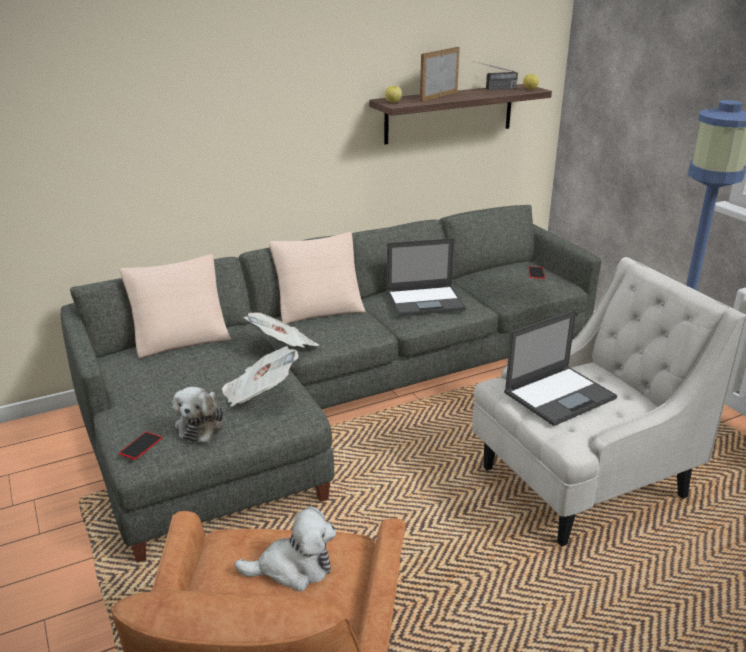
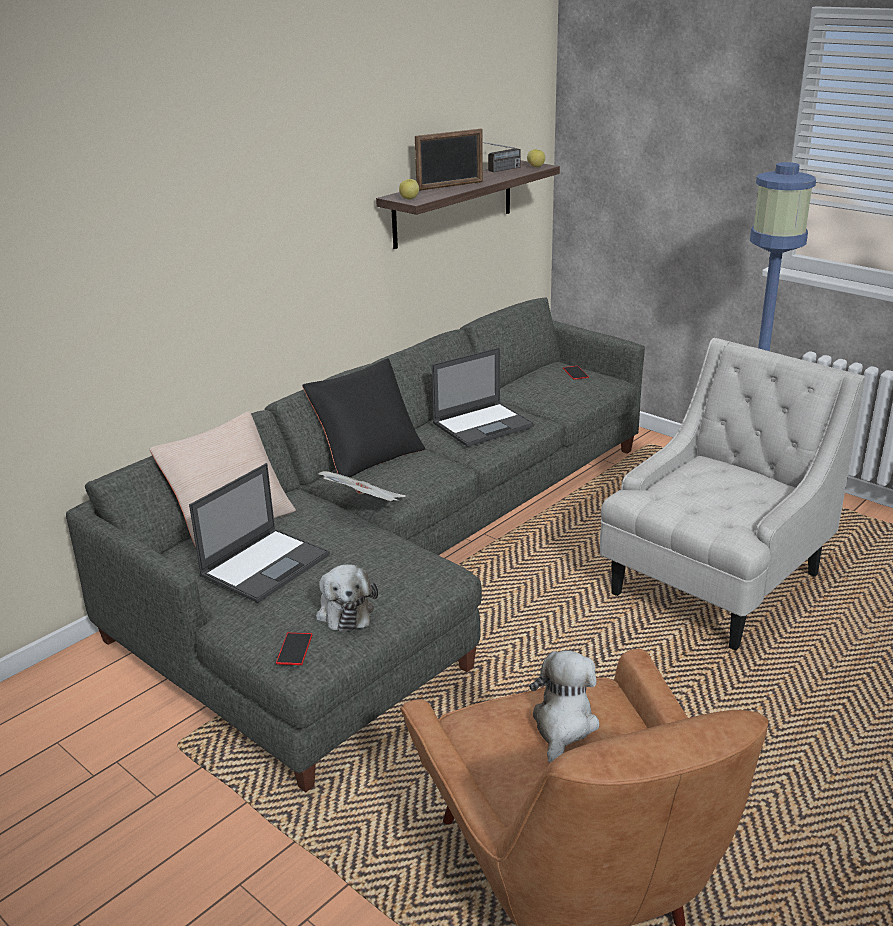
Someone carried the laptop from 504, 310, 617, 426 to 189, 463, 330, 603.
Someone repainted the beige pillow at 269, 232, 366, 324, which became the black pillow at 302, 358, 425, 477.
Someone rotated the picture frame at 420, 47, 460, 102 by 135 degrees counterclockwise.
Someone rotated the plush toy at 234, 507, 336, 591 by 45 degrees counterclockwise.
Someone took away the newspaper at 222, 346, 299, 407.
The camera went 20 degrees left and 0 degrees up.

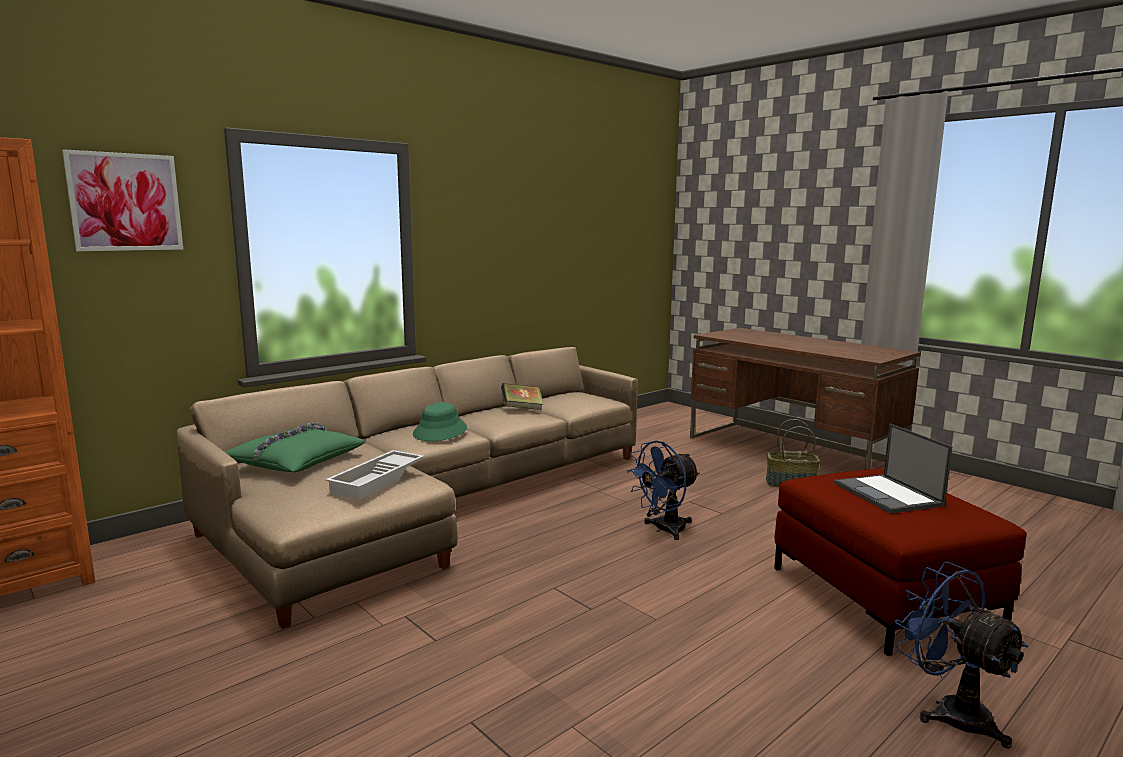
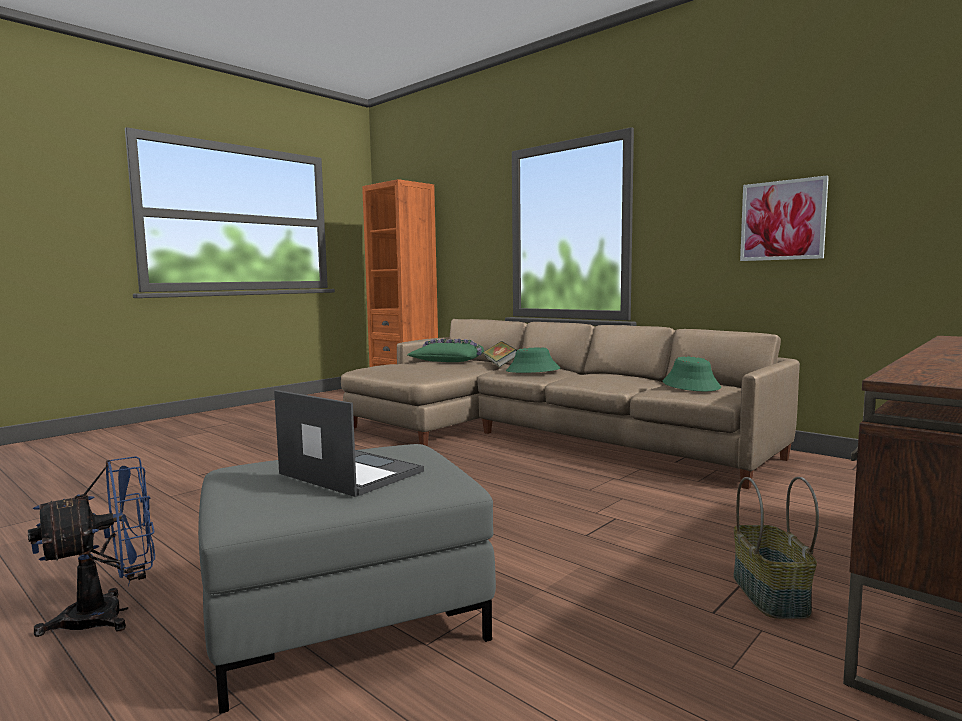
Someone repainted the red ottoman at 774, 468, 1027, 656, which became the grey ottoman at 198, 444, 496, 714.
Someone rotated the laptop at 834, 424, 953, 514 by 60 degrees clockwise.
Someone carried the book from 501, 383, 544, 410 to 483, 341, 517, 368.
Someone put down the green hat at 663, 357, 721, 391.
Someone carried the picture from 62, 149, 183, 251 to 740, 175, 829, 261.
Someone took away the white tray at 325, 450, 424, 499.
Someone took away the blue fan at 626, 441, 700, 540.
The camera went 85 degrees right and 5 degrees down.

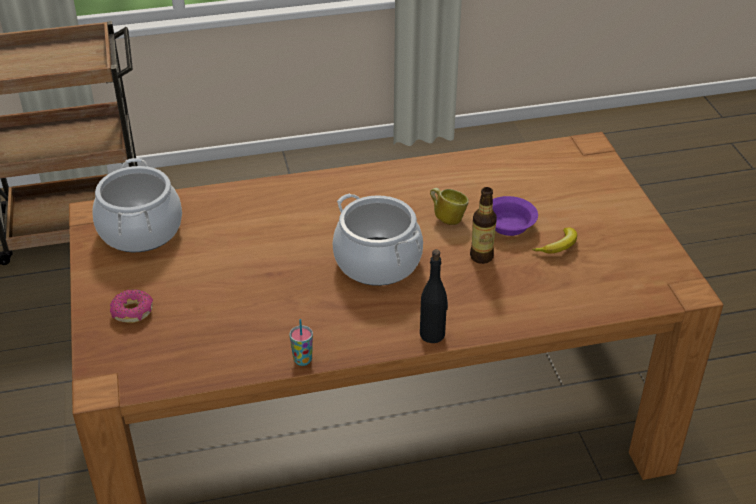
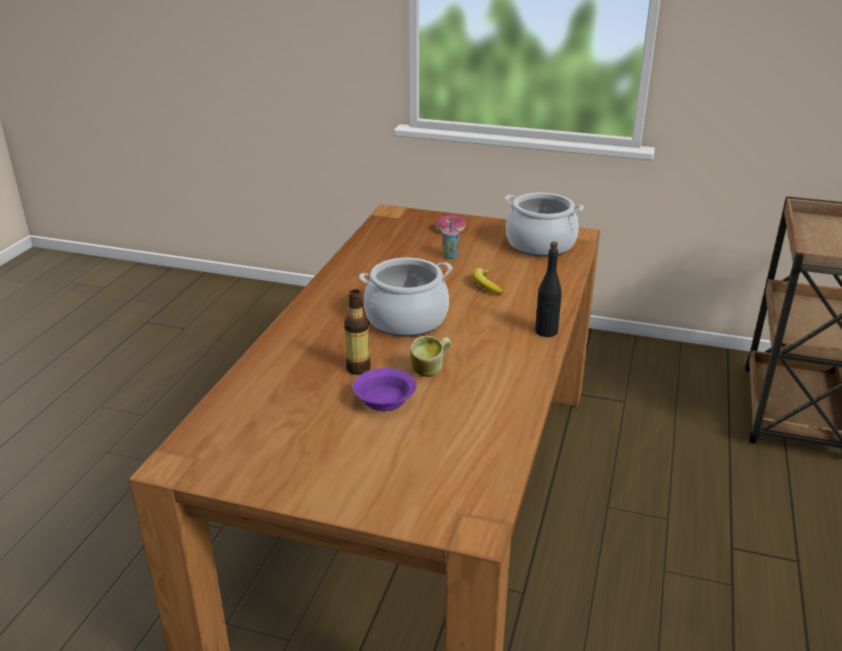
Someone carried the cup from 290, 319, 313, 366 to 442, 218, 459, 259.
Someone carried the banana from 532, 227, 577, 254 to 472, 268, 503, 294.
Someone carried the black bottle from 420, 249, 448, 343 to 535, 242, 562, 337.
The camera went 120 degrees right and 10 degrees down.

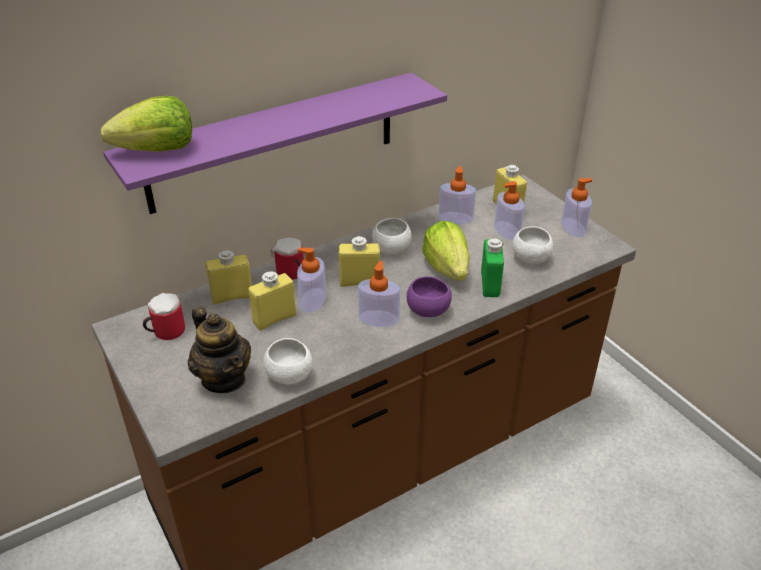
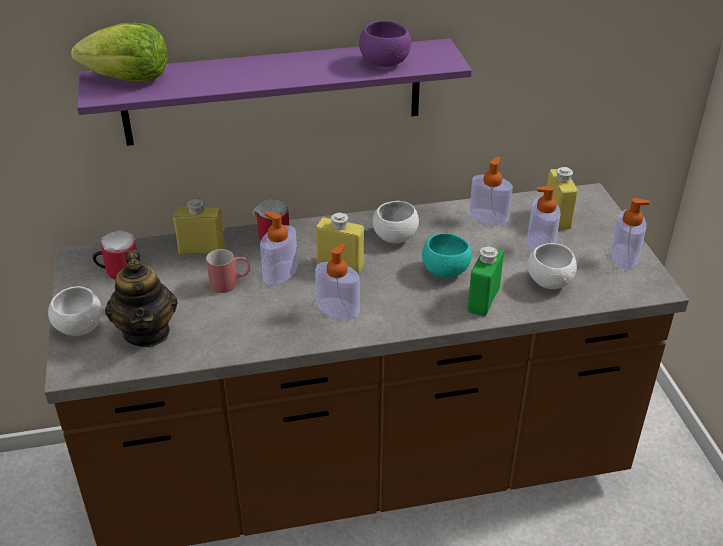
Someone carried the white bowl from 263, 338, 313, 385 to 48, 286, 102, 336.
Someone swapped the yellow bottle at 248, 272, 296, 330 for the red mug at 206, 249, 250, 293.
Someone carried the purple bowl from 406, 276, 452, 317 to 359, 21, 411, 67.
Someone swapped the lettuce at 422, 221, 470, 281 for the turquoise bowl at 422, 233, 472, 277.
The camera went 20 degrees right and 0 degrees up.

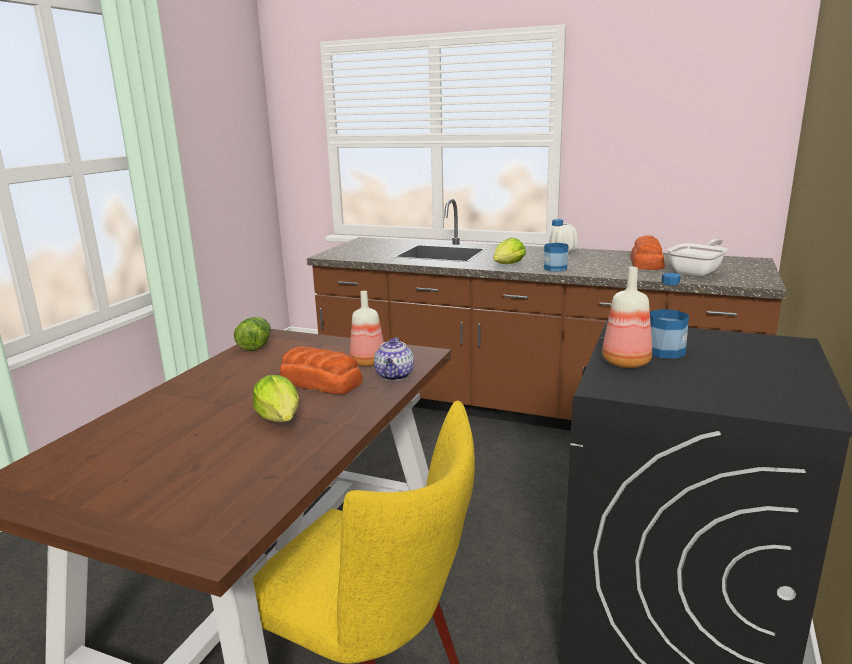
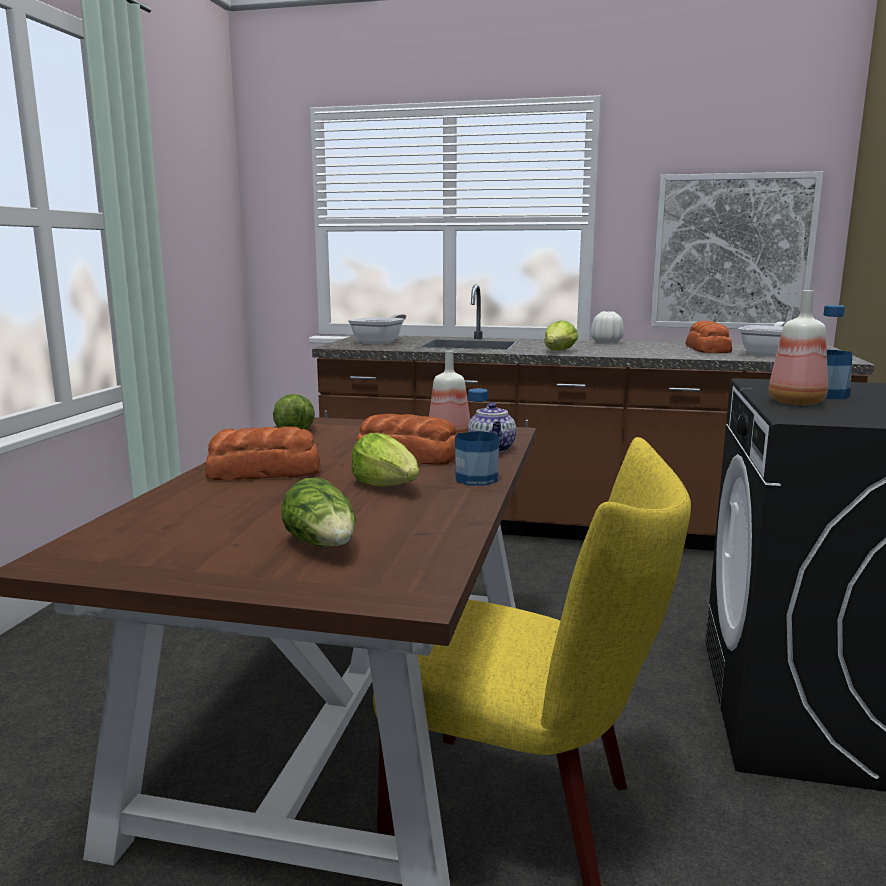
Someone put down the bread at 205, 427, 320, 480.
Someone put down the lettuce at 282, 477, 356, 547.
Someone put down the frying pan at 348, 314, 406, 345.
Someone carried the bottle from 544, 219, 569, 271 to 455, 388, 499, 486.
Someone put up the picture at 650, 171, 824, 329.
The camera went 10 degrees left and 5 degrees down.

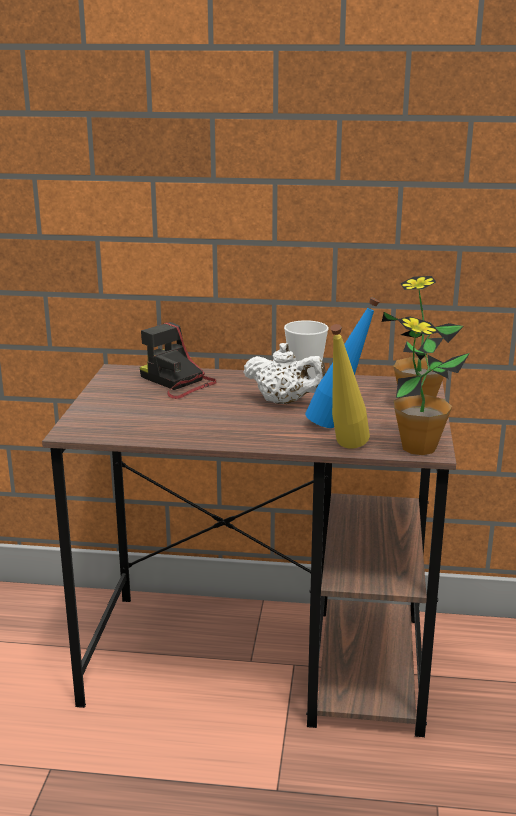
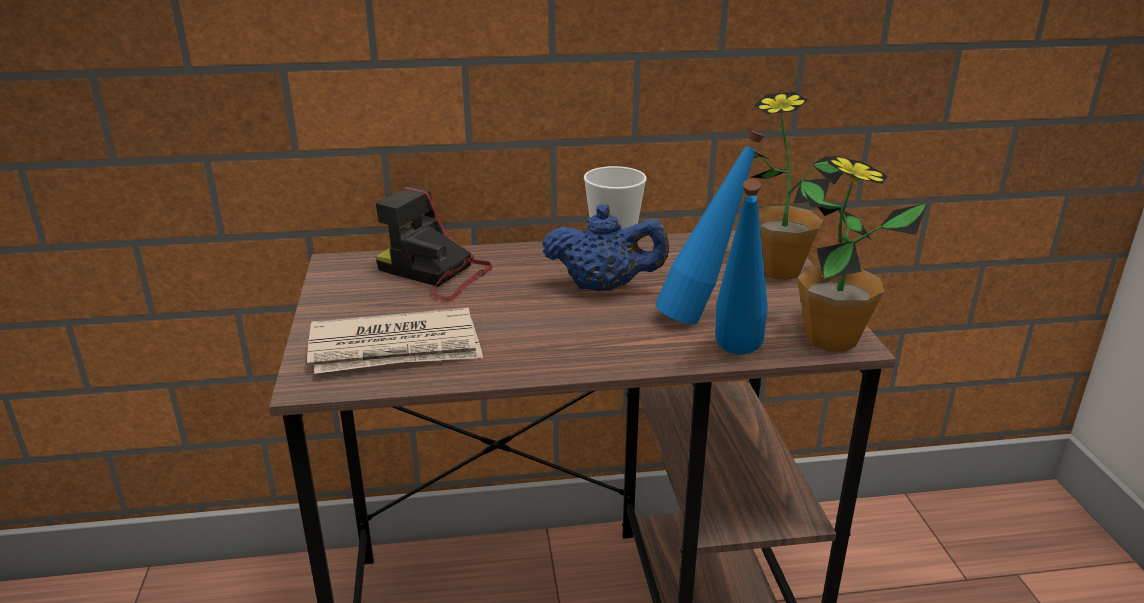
Someone put down the newspaper at 307, 307, 483, 374.
Someone repainted the white teapot at 244, 343, 326, 404, which became the blue teapot at 542, 205, 669, 292.
Someone repainted the yellow bottle at 330, 324, 370, 449, which became the blue bottle at 715, 179, 768, 354.
The camera went 15 degrees left and 5 degrees up.

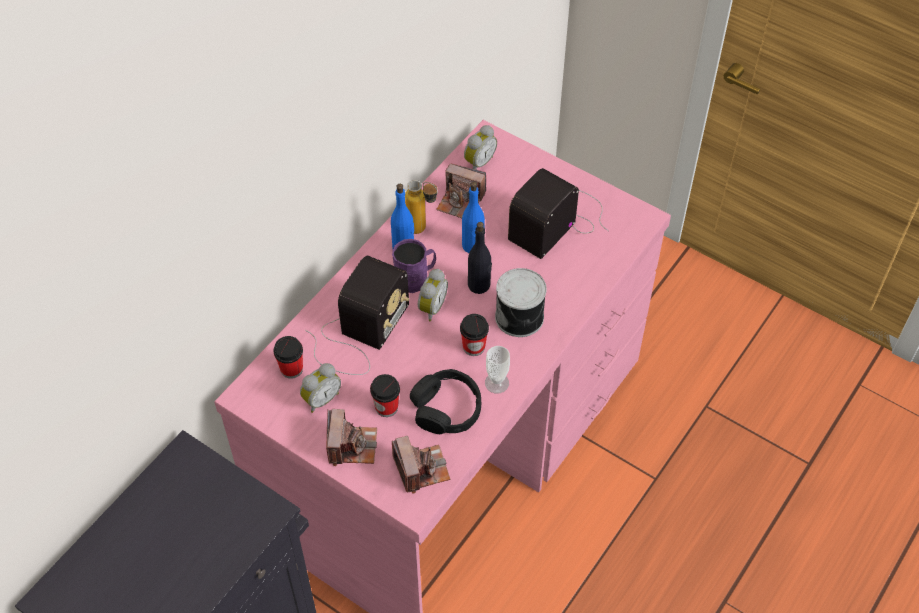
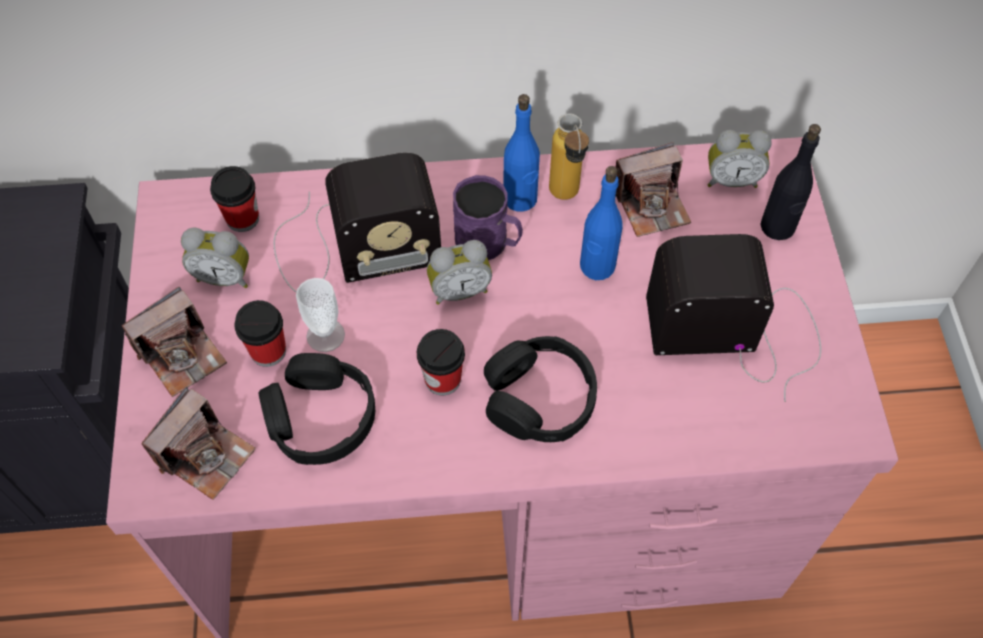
Someone carried the cup from 485, 346, 510, 393 to 296, 278, 345, 352.
Someone swapped the can at 495, 268, 547, 337 for the black headphones at 484, 336, 597, 442.
Someone rotated the photo camera at 436, 163, 486, 218 by 90 degrees counterclockwise.
Someone carried the black bottle from 468, 222, 492, 294 to 760, 124, 821, 240.
The camera went 50 degrees right and 5 degrees up.

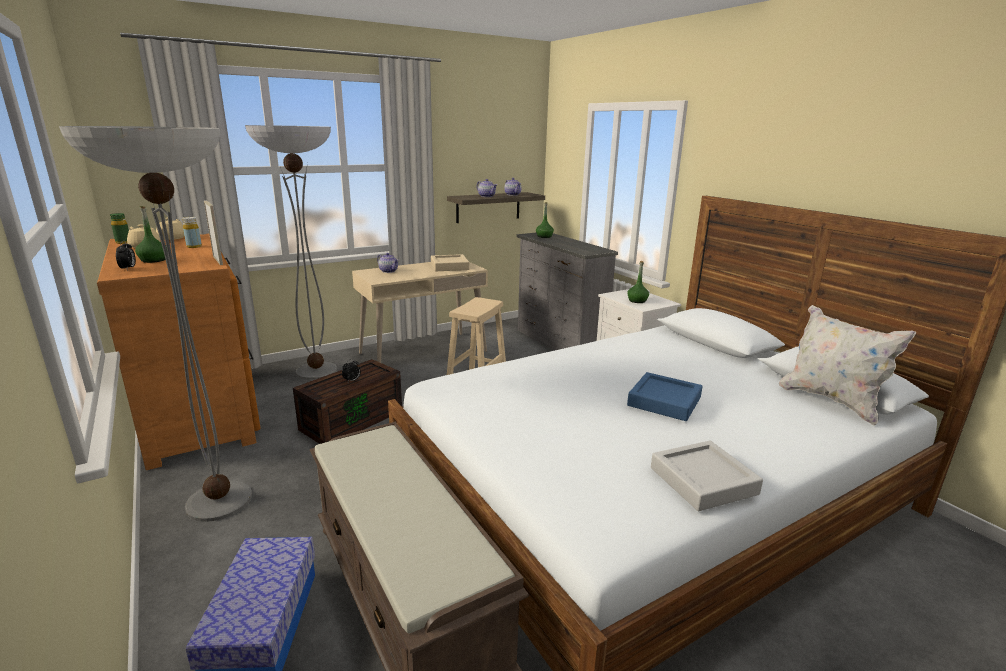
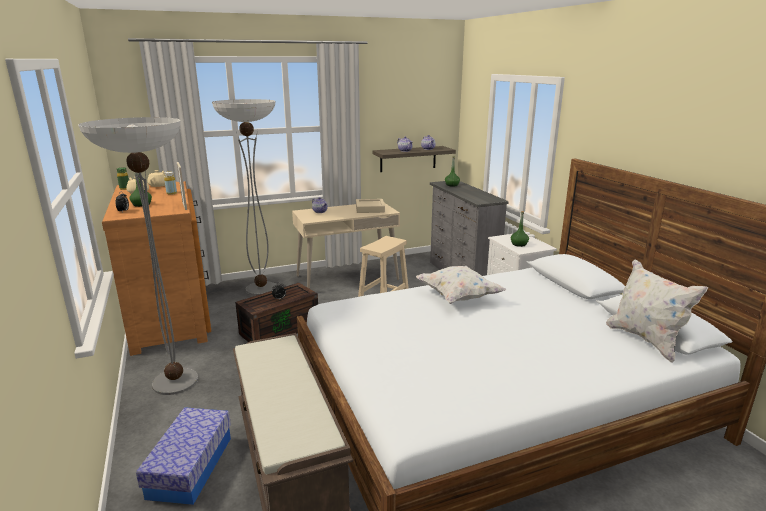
Someone put down the white pillow at 416, 266, 506, 304.
Someone took away the blue tray at 627, 372, 703, 421.
Someone took away the grey tray at 651, 440, 763, 511.
The camera went 10 degrees right and 0 degrees up.

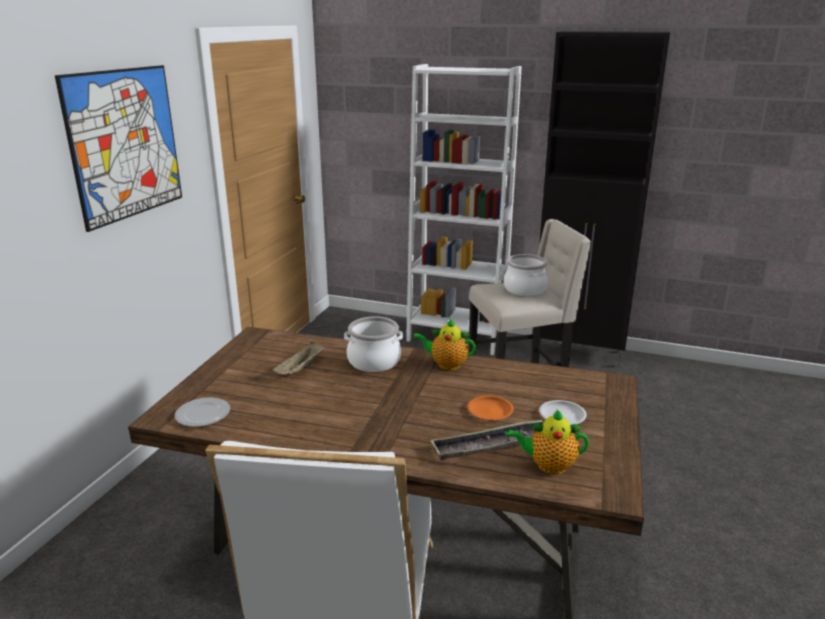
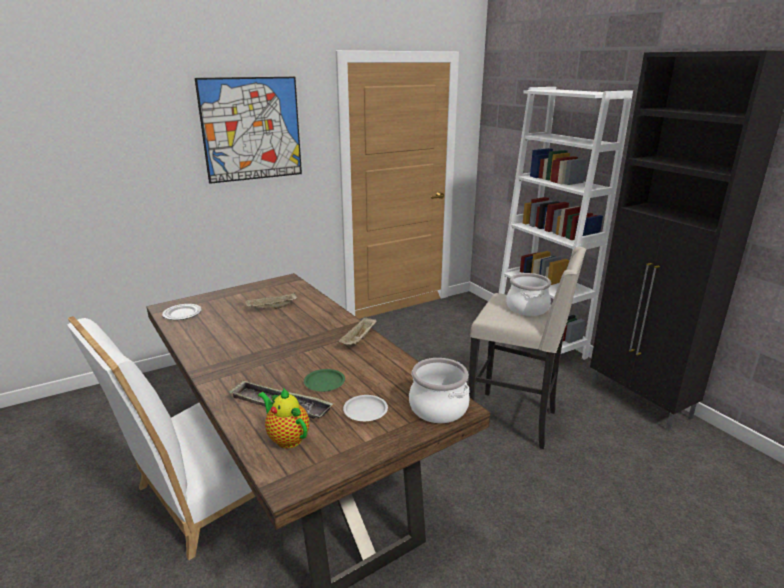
Someone repainted the orange plate at 467, 396, 514, 420, which became the green plate at 304, 369, 345, 392.
Someone swapped the teapot at 413, 318, 476, 370 for the beige tray at 339, 316, 377, 345.
Someone carried the cooking pot from 344, 316, 403, 372 to 409, 358, 470, 423.
The camera went 40 degrees right and 0 degrees up.

